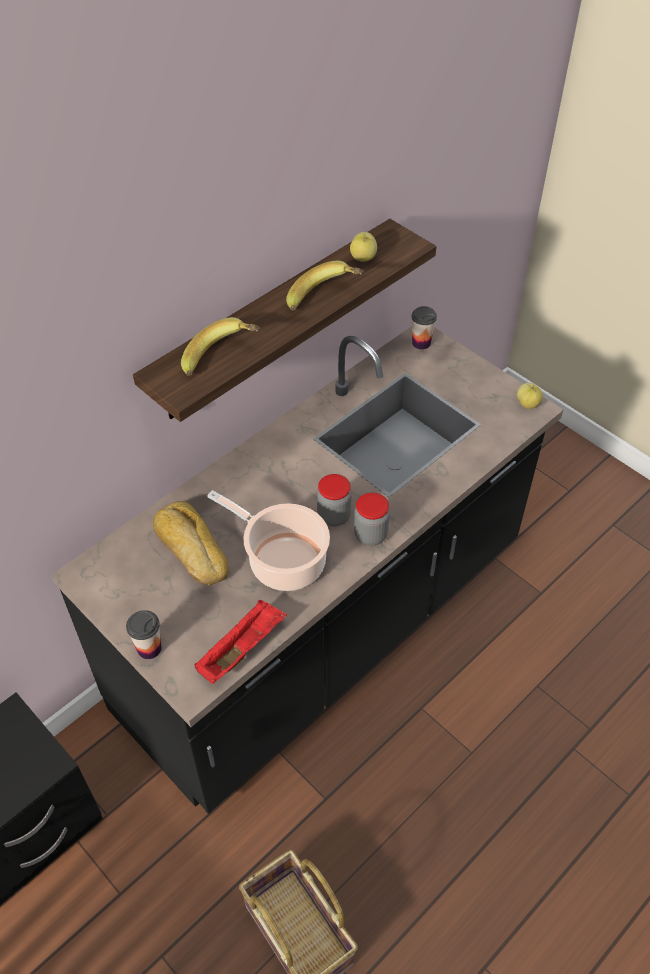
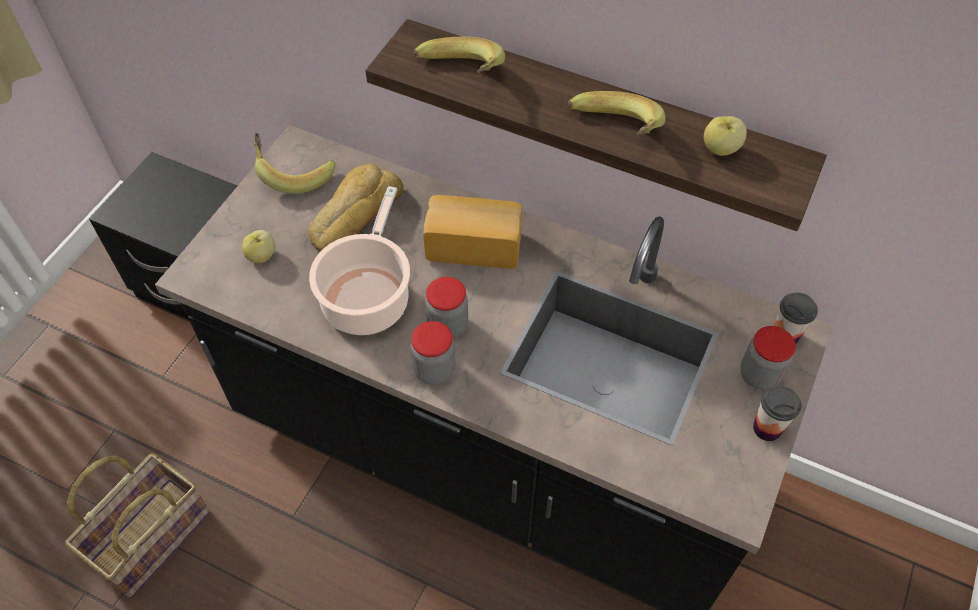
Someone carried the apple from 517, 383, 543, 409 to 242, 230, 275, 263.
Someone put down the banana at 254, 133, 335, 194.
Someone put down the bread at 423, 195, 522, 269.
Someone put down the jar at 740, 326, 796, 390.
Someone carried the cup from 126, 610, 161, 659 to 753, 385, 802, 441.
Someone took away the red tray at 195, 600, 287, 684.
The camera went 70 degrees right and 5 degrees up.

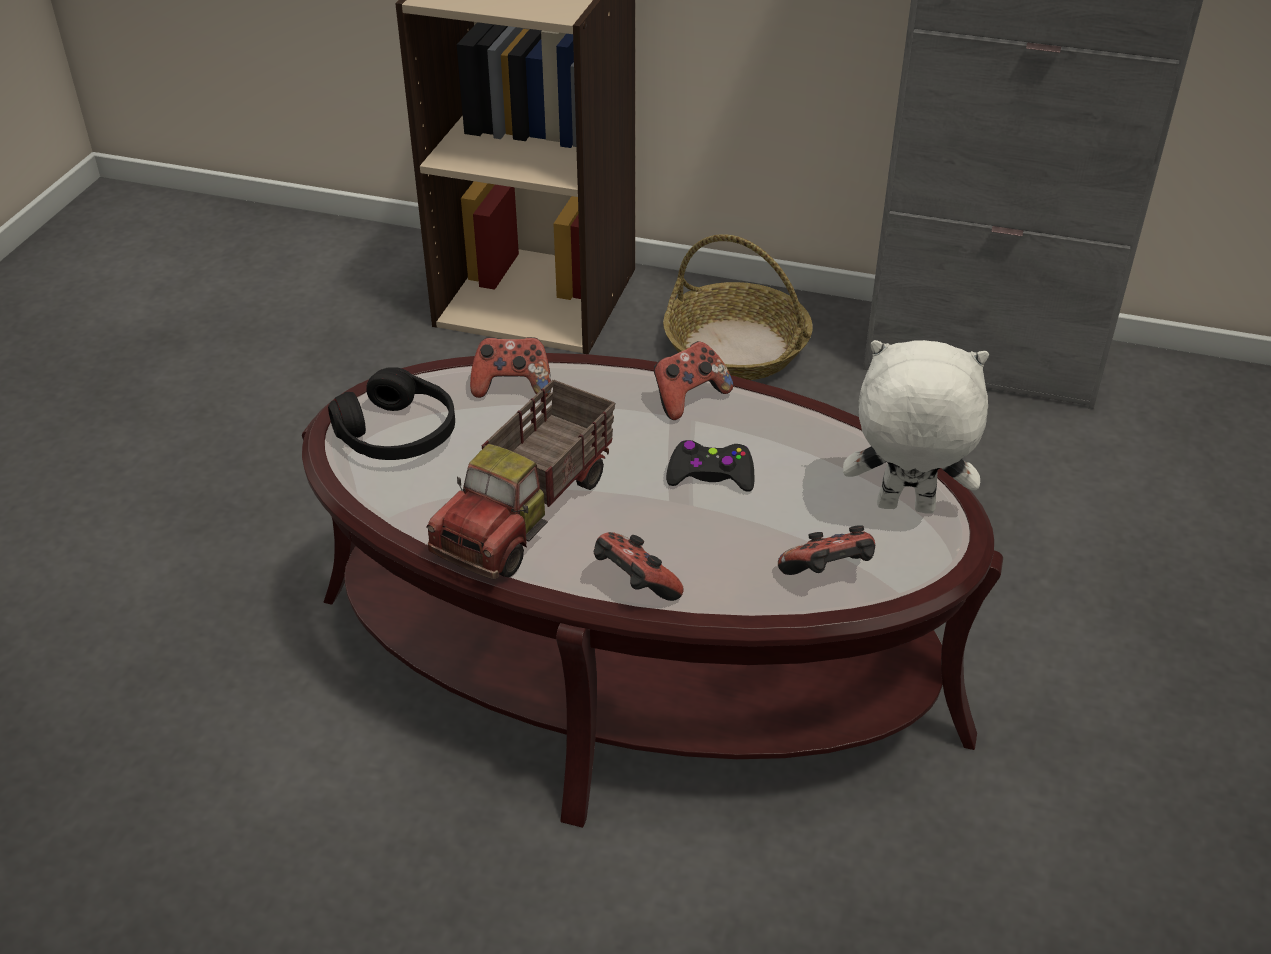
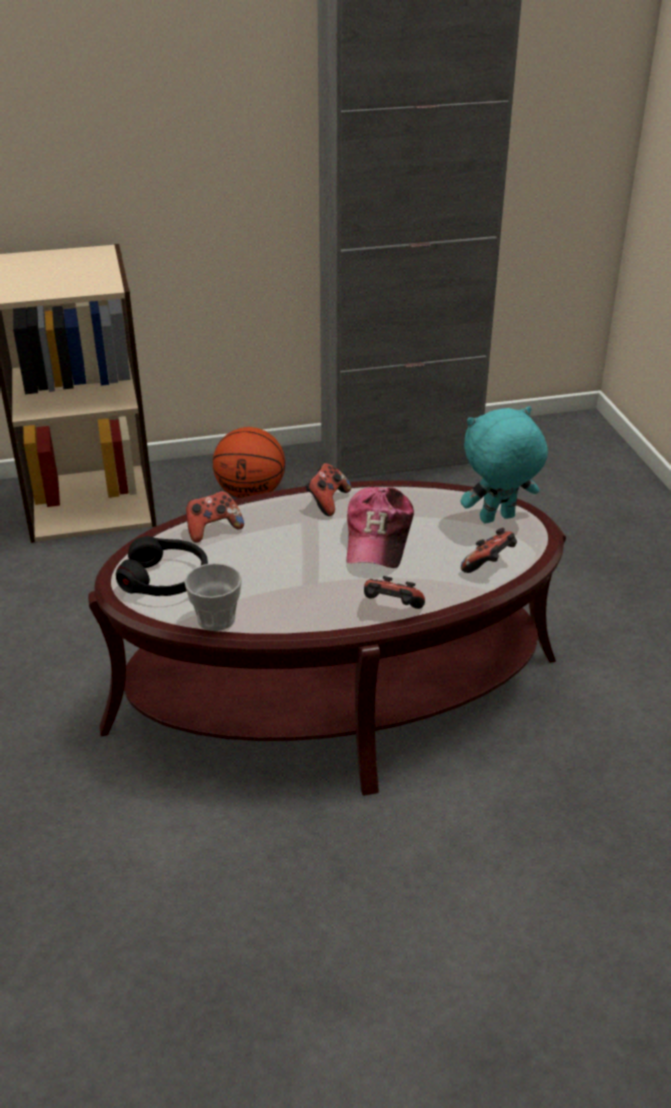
Someone put down the cup at 184, 563, 242, 631.
Someone swapped the basket at 663, 234, 813, 380 for the basketball at 213, 427, 285, 498.
Someone swapped the black game controller at 666, 440, 754, 492 for the cap at 347, 487, 414, 568.
Someone repainted the white plush toy at 843, 340, 989, 514, which became the turquoise plush toy at 461, 406, 548, 523.
Someone took away the toy truck at 426, 380, 615, 579.
The camera went 30 degrees left and 5 degrees down.

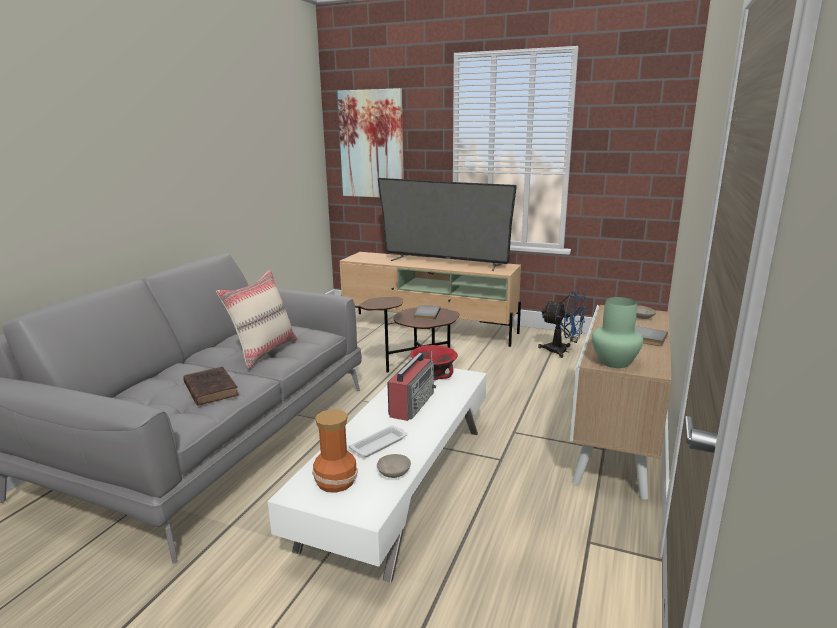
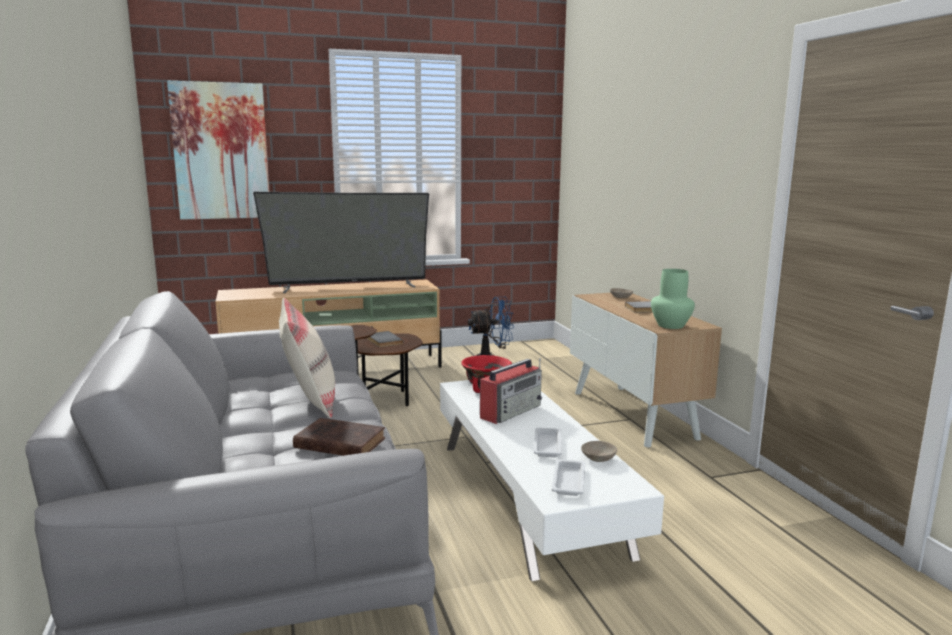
Someone rotated the radio at 387, 351, 436, 421 by 60 degrees clockwise.
Someone swapped the vase at 312, 409, 358, 493 for the white tray at 552, 459, 585, 496.
The camera went 40 degrees left and 5 degrees down.

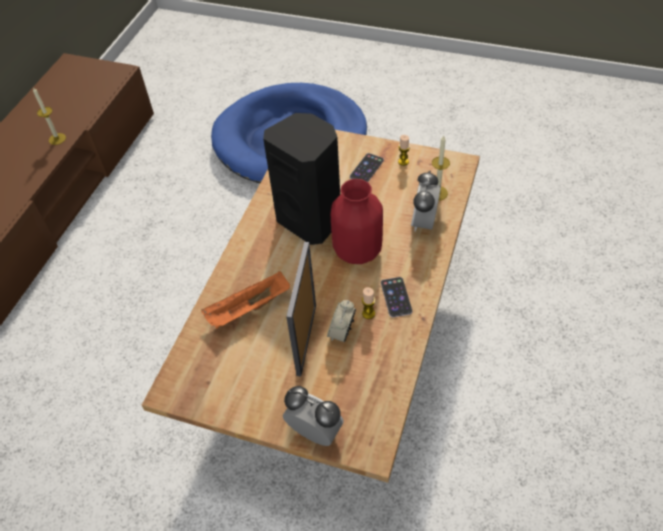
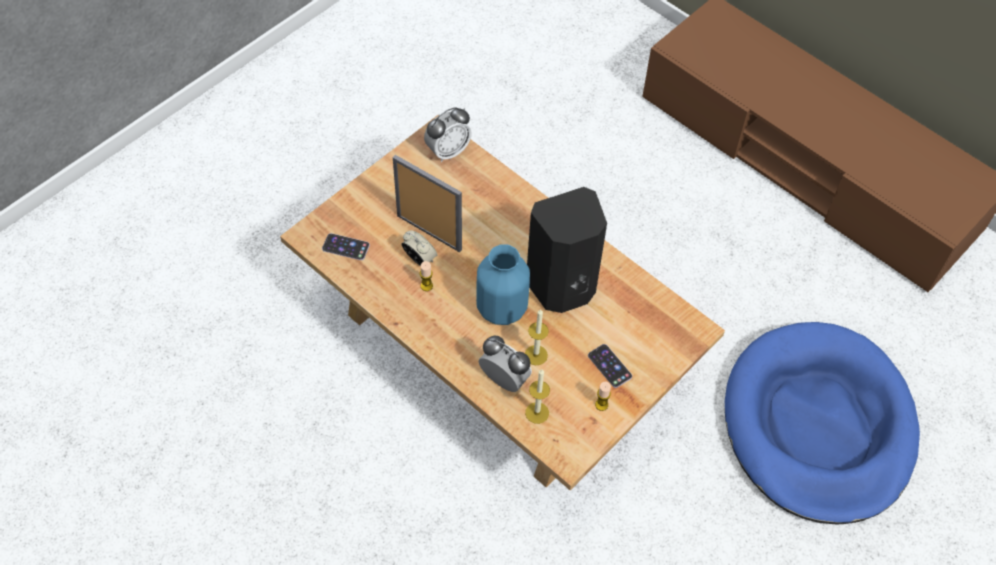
Someone carried the phone from 381, 277, 412, 317 to 322, 233, 370, 260.
Someone carried the alarm clock from 283, 386, 344, 446 to 424, 107, 472, 162.
Someone repainted the red vase at 331, 179, 383, 264, which became the blue vase at 476, 244, 530, 325.
Someone carried the candle from 33, 87, 66, 145 to 525, 309, 549, 365.
Someone took away the orange tray at 201, 271, 290, 329.
The camera went 110 degrees right and 5 degrees up.

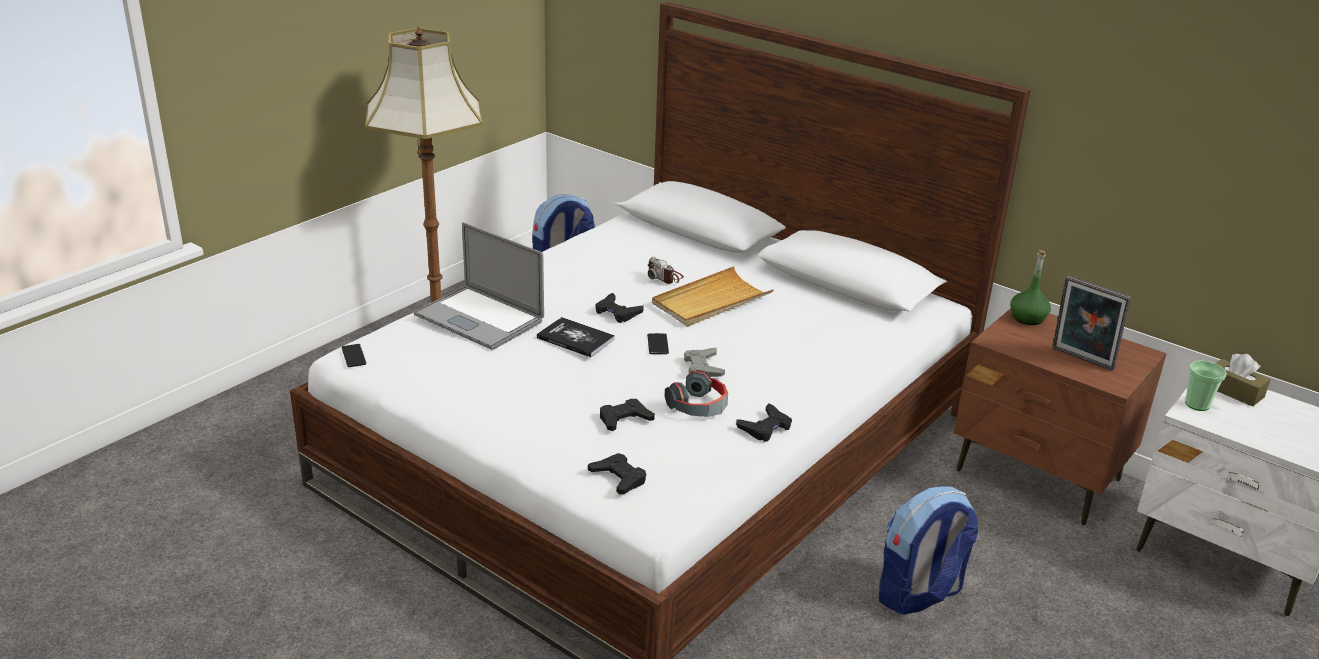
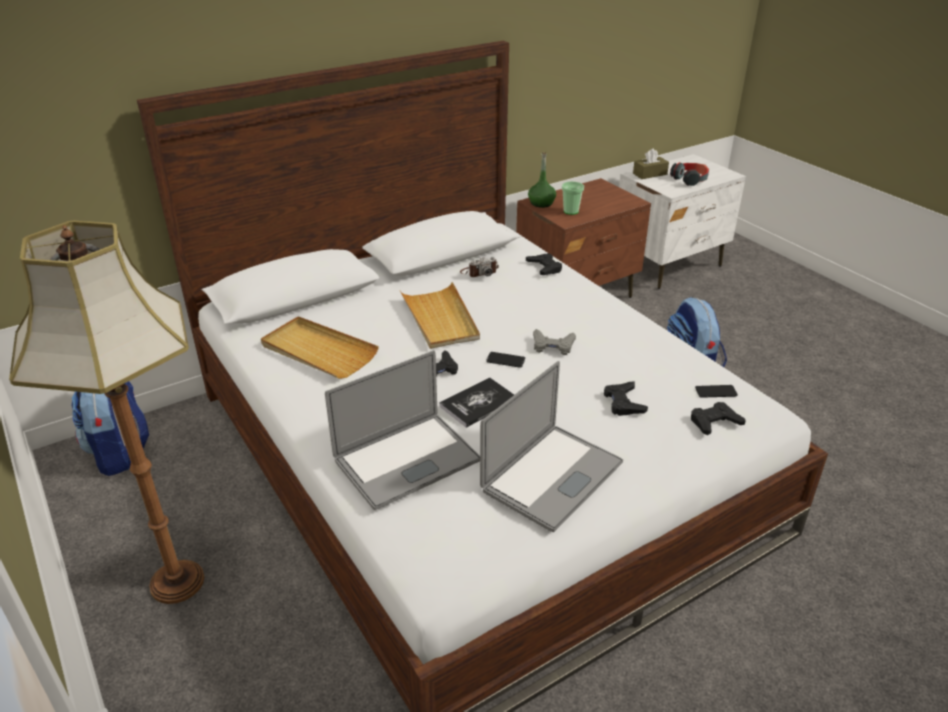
Someone put down the beige tray at 261, 316, 379, 379.
Someone carried the photo camera from 648, 257, 684, 284 to 460, 257, 499, 277.
Someone put down the laptop at 480, 361, 623, 532.
Someone carried the black game controller from 736, 403, 792, 442 to 526, 253, 562, 275.
Someone carried the cup from 1185, 360, 1227, 411 to 562, 181, 584, 215.
Someone carried the headphones from 665, 370, 728, 417 to 670, 162, 709, 186.
Someone carried the phone from 342, 344, 366, 367 to 695, 385, 738, 398.
Someone took away the picture frame at 1052, 276, 1131, 371.
The camera went 70 degrees left and 5 degrees up.

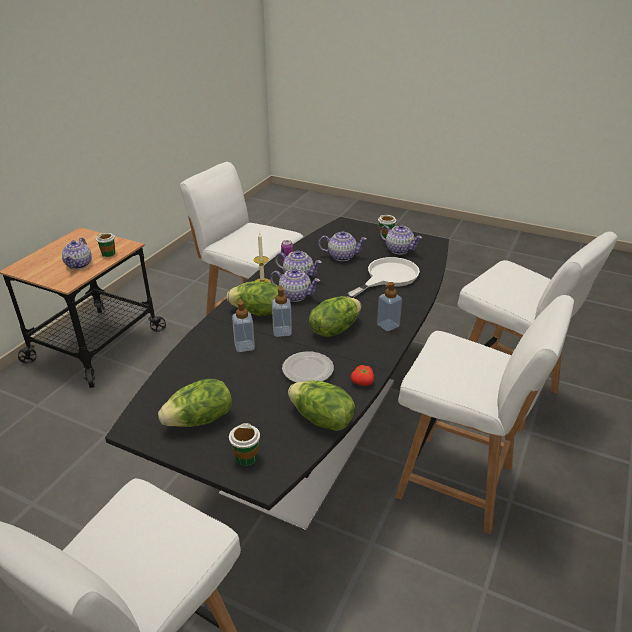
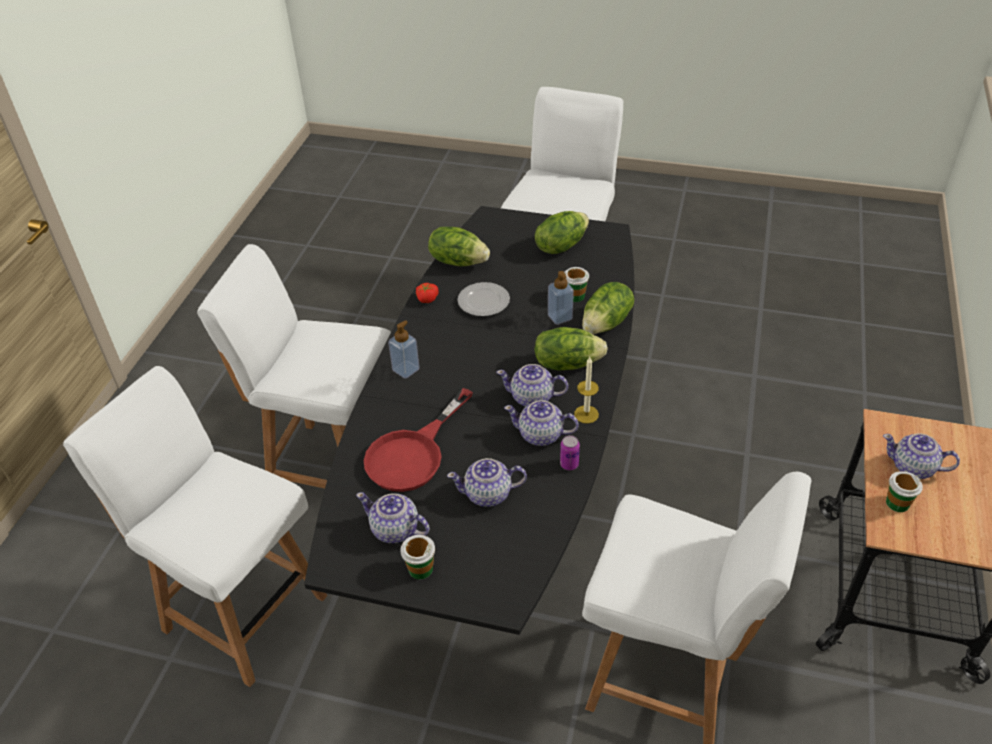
Someone repainted the white frying pan at 342, 257, 420, 298, which became the red frying pan at 363, 388, 473, 492.
Someone carried the cup from 229, 423, 260, 466 to 564, 267, 589, 302.
Someone carried the lettuce from 309, 296, 361, 337 to 582, 282, 634, 334.
Someone rotated the teapot at 62, 238, 92, 269 by 60 degrees counterclockwise.
Someone took away the soap dispenser at 272, 285, 292, 337.
The camera went 170 degrees right and 10 degrees up.

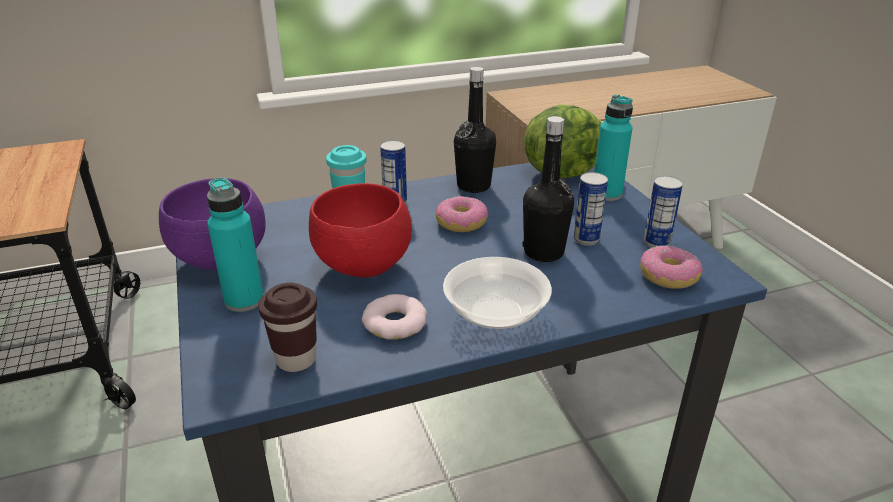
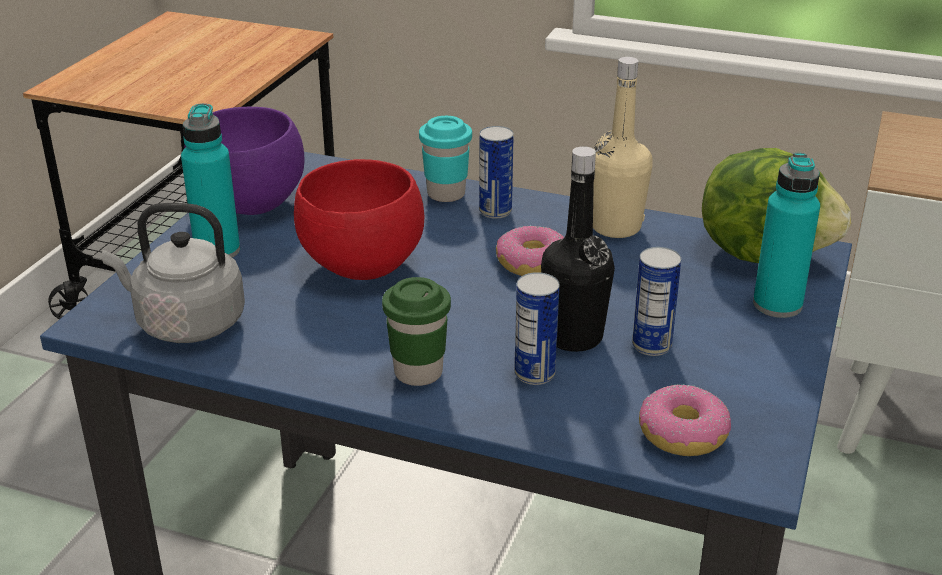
Someone swapped the brown cup at 258, 283, 317, 372 for the grey kettle at 102, 203, 245, 343.
Someone swapped the bowl at 443, 257, 552, 329 for the green cup at 382, 277, 451, 386.
Someone carried the can from 644, 176, 683, 248 to 515, 272, 560, 385.
Someone repainted the black bottle at 454, 67, 496, 193, which became the beige bottle at 593, 57, 653, 238.
Someone took away the donut at 362, 294, 427, 339.
The camera went 40 degrees right and 0 degrees up.

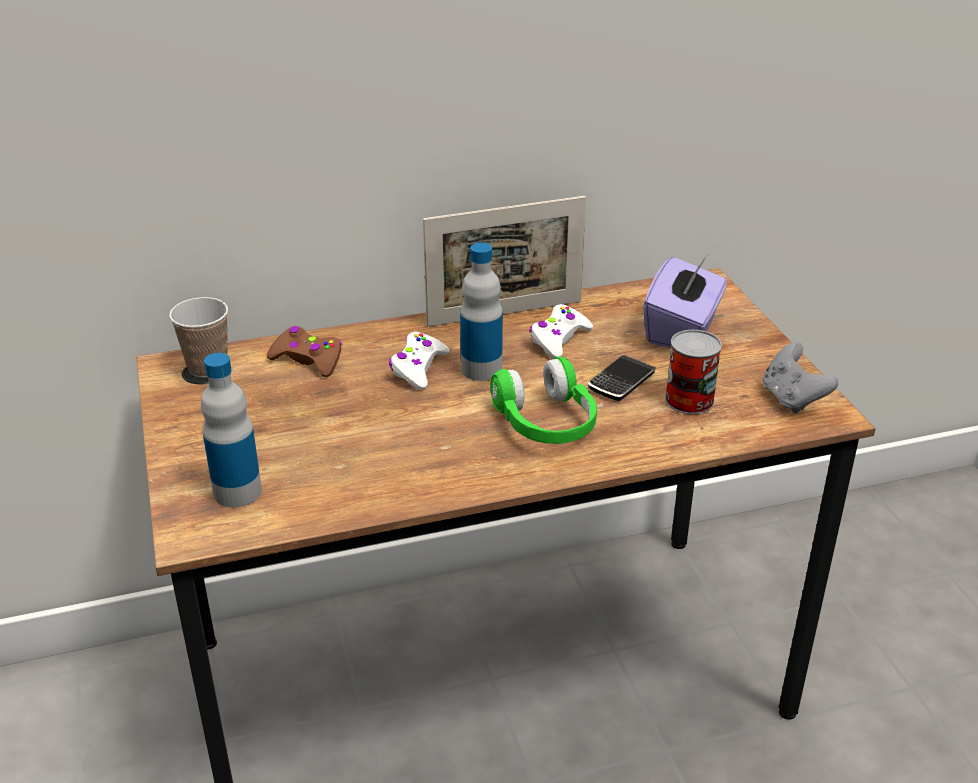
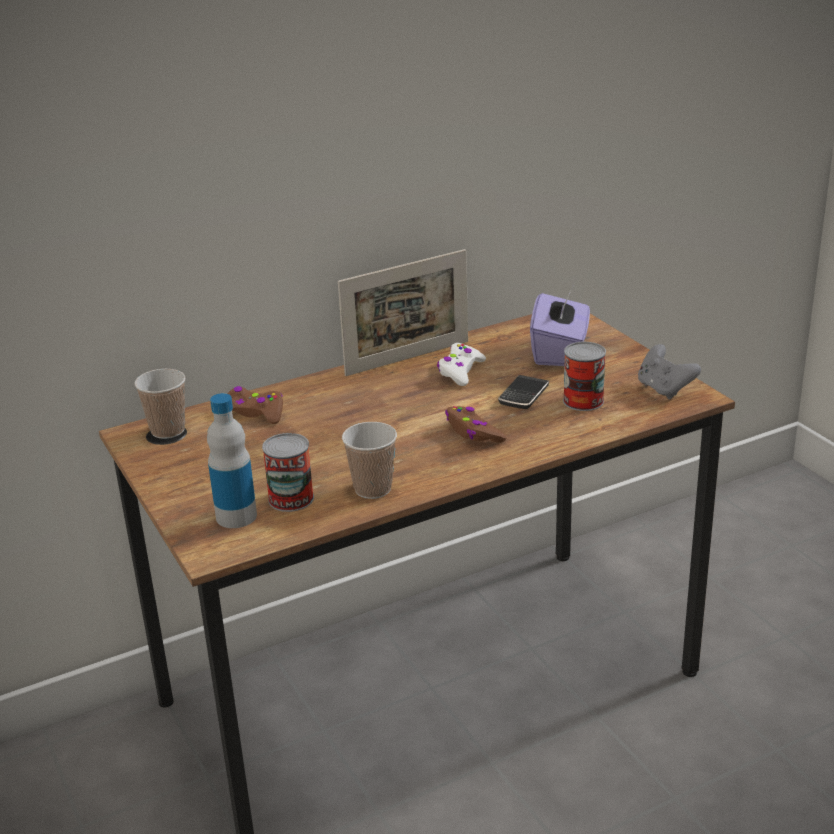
Someone put down the can at 262, 433, 314, 512.
Someone put down the cup at 342, 422, 397, 499.
Someone swapped the green headphones at 490, 356, 597, 444 for the brown game controller at 445, 406, 506, 443.
Someone took away the white game controller at 389, 332, 450, 390.
Someone took away the bottle at 460, 243, 503, 381.
The camera went 10 degrees left and 5 degrees down.

